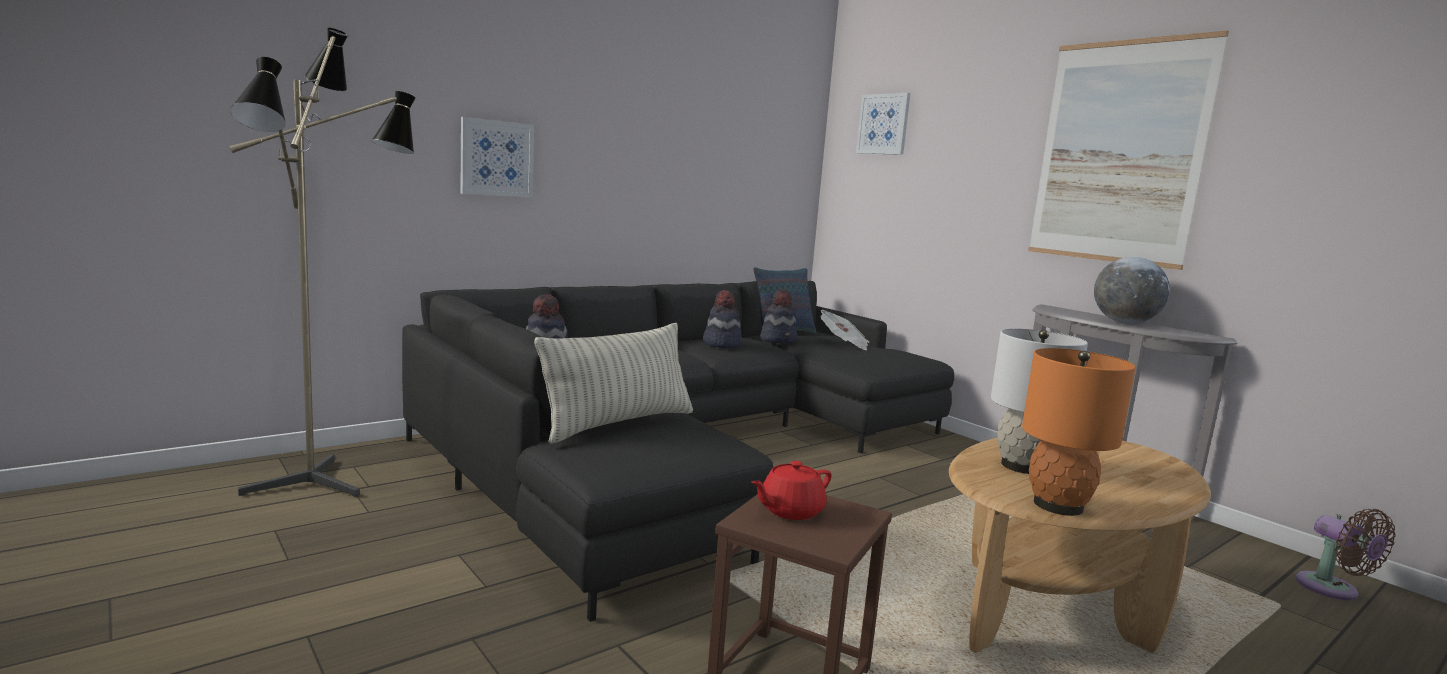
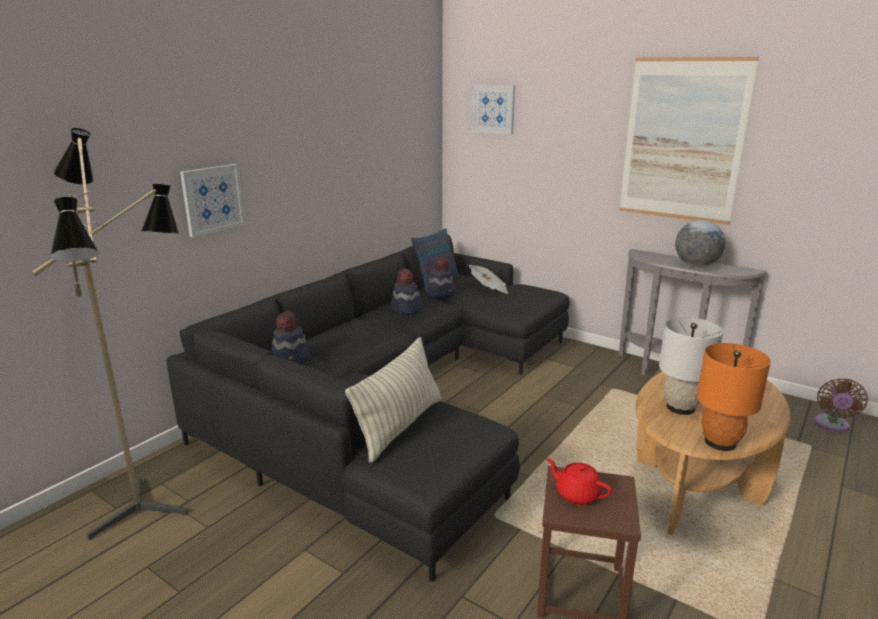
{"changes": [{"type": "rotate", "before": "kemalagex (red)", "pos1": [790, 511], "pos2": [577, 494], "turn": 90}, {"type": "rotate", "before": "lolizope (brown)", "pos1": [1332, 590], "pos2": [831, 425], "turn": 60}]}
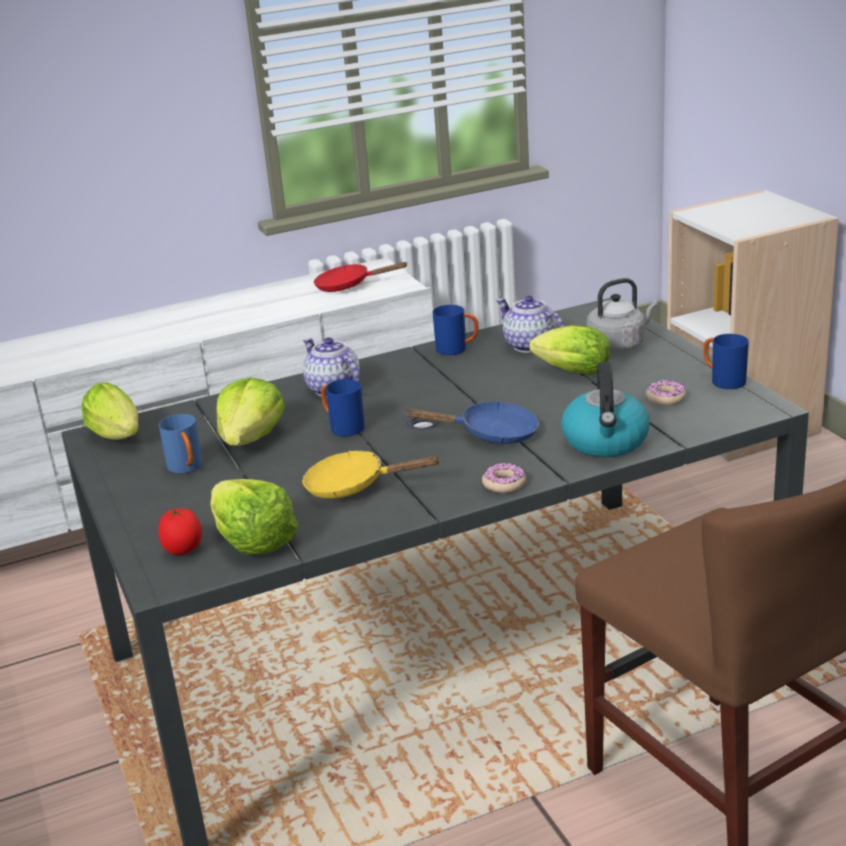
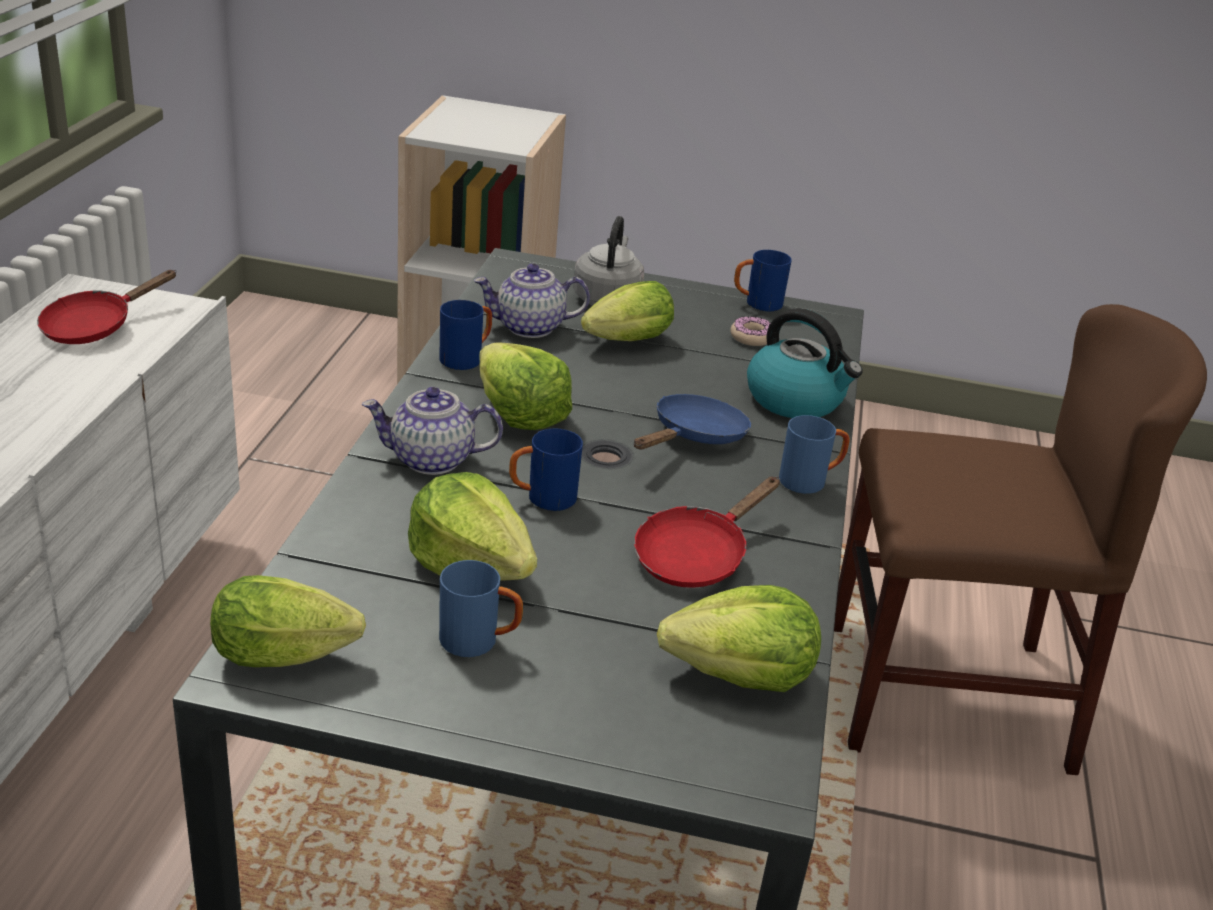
{"changes": [{"type": "recolor", "before": "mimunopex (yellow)", "after": "mimunopex (red)", "pos1": [354, 485], "pos2": [696, 556]}, {"type": "replace", "before": "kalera", "after": "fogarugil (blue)", "pos1": [504, 484], "pos2": [810, 481]}, {"type": "delete", "before": "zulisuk", "pos1": [184, 550]}, {"type": "insert", "after": "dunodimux", "pos2": [519, 414]}]}
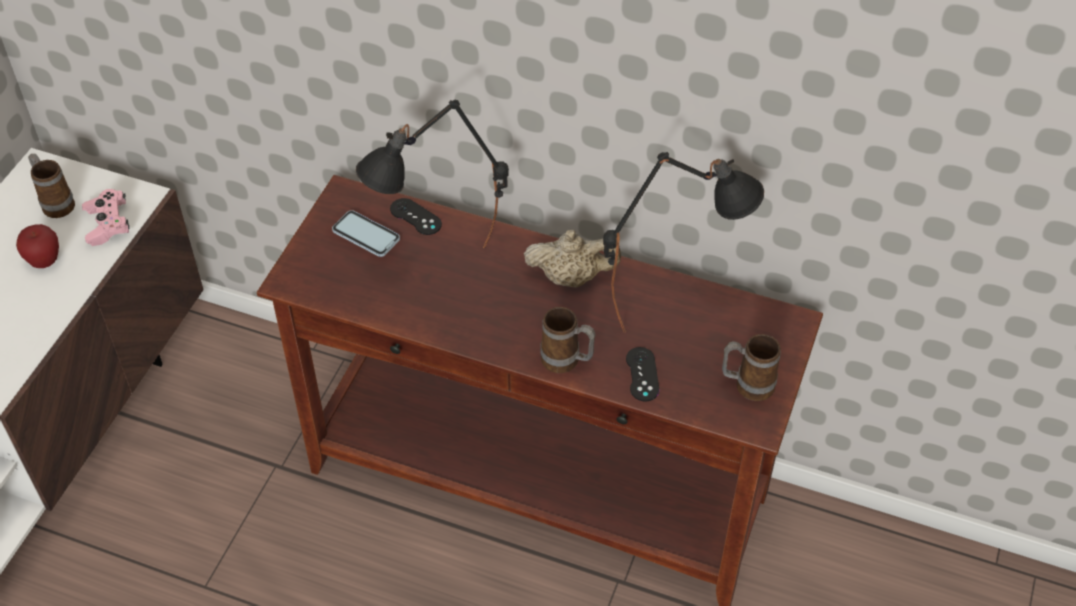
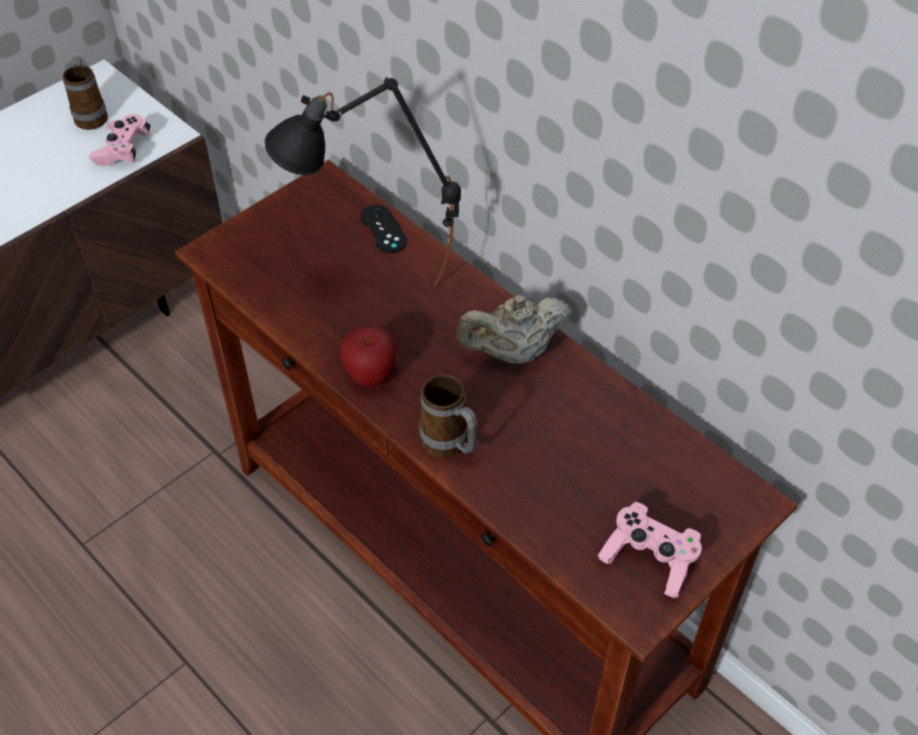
{"changes": [{"type": "delete", "before": "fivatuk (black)", "pos1": [671, 312]}, {"type": "delete", "before": "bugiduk", "pos1": [366, 235]}, {"type": "move", "before": "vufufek", "pos1": [45, 261], "pos2": [371, 376]}, {"type": "rotate", "before": "kemalagex (beige)", "pos1": [571, 277], "pos2": [513, 352], "turn": 135}, {"type": "replace", "before": "fogarugil", "after": "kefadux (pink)", "pos1": [746, 385], "pos2": [650, 558]}, {"type": "delete", "before": "kefadux (black)", "pos1": [642, 374]}]}
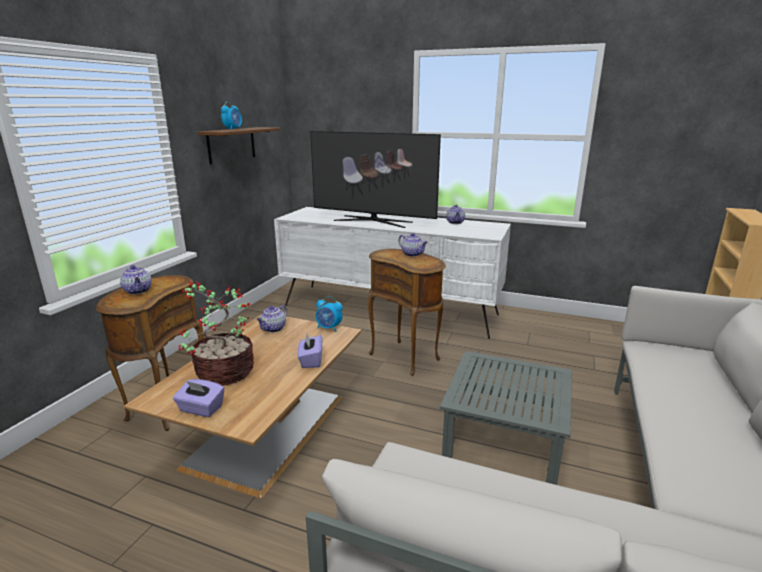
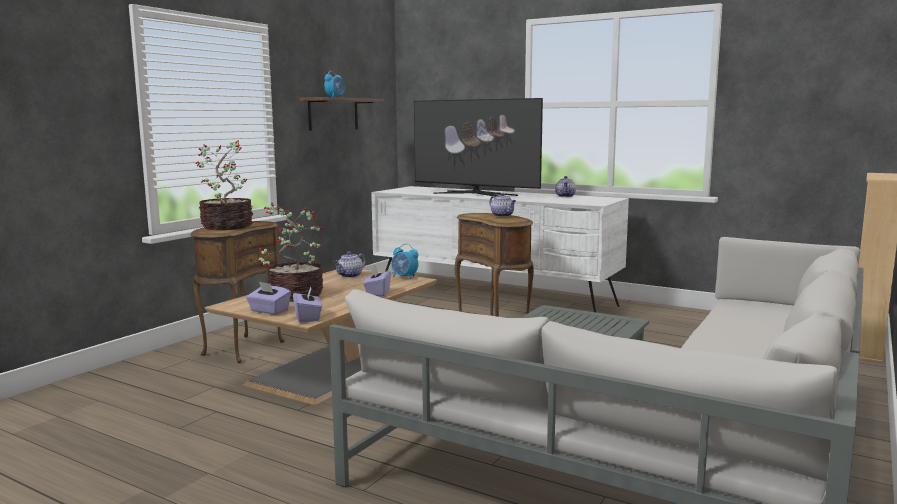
{"changes": [{"type": "replace", "before": "kemalagex", "after": "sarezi", "pos1": [138, 291], "pos2": [228, 226]}, {"type": "insert", "after": "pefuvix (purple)", "pos2": [308, 318]}]}
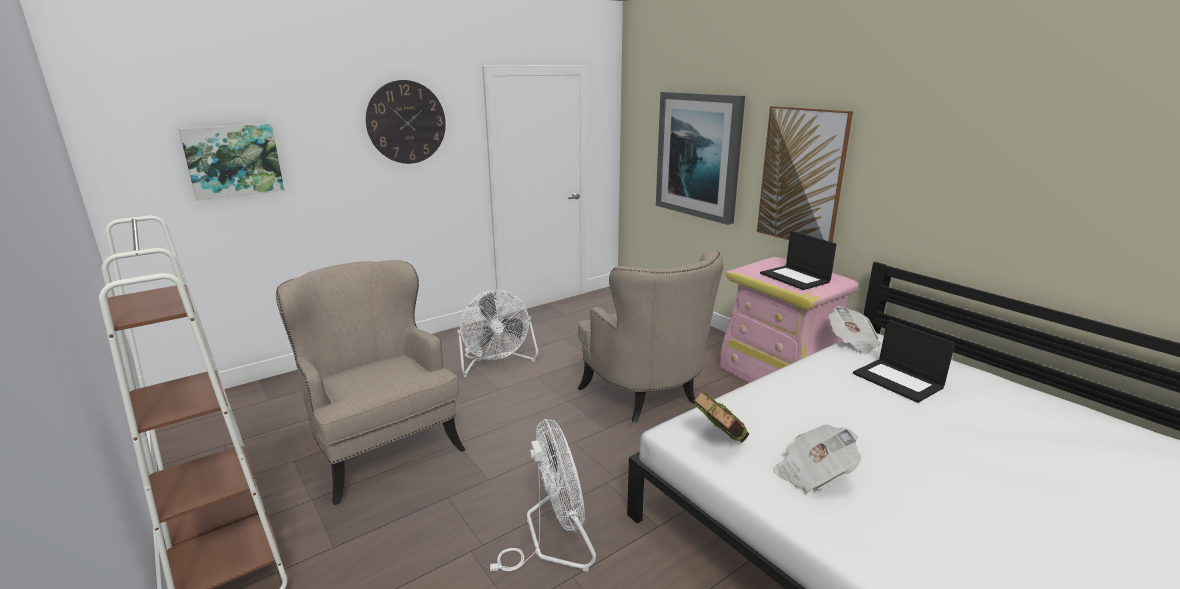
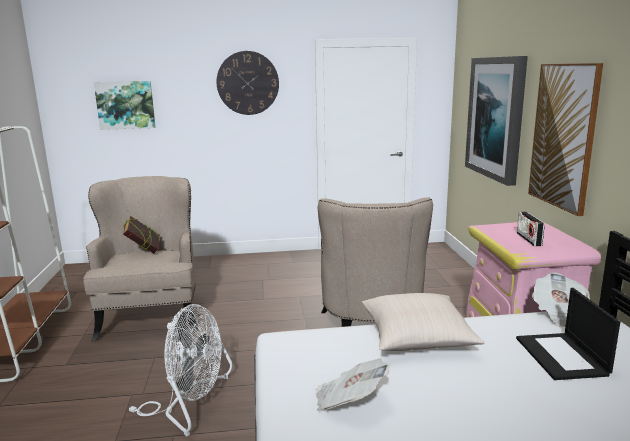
{"changes": [{"type": "replace", "before": "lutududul", "after": "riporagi", "pos1": [795, 278], "pos2": [529, 239]}, {"type": "delete", "before": "lolizope (white)", "pos1": [493, 363]}, {"type": "move", "before": "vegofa", "pos1": [719, 443], "pos2": [144, 251]}, {"type": "insert", "after": "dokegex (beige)", "pos2": [417, 337]}]}
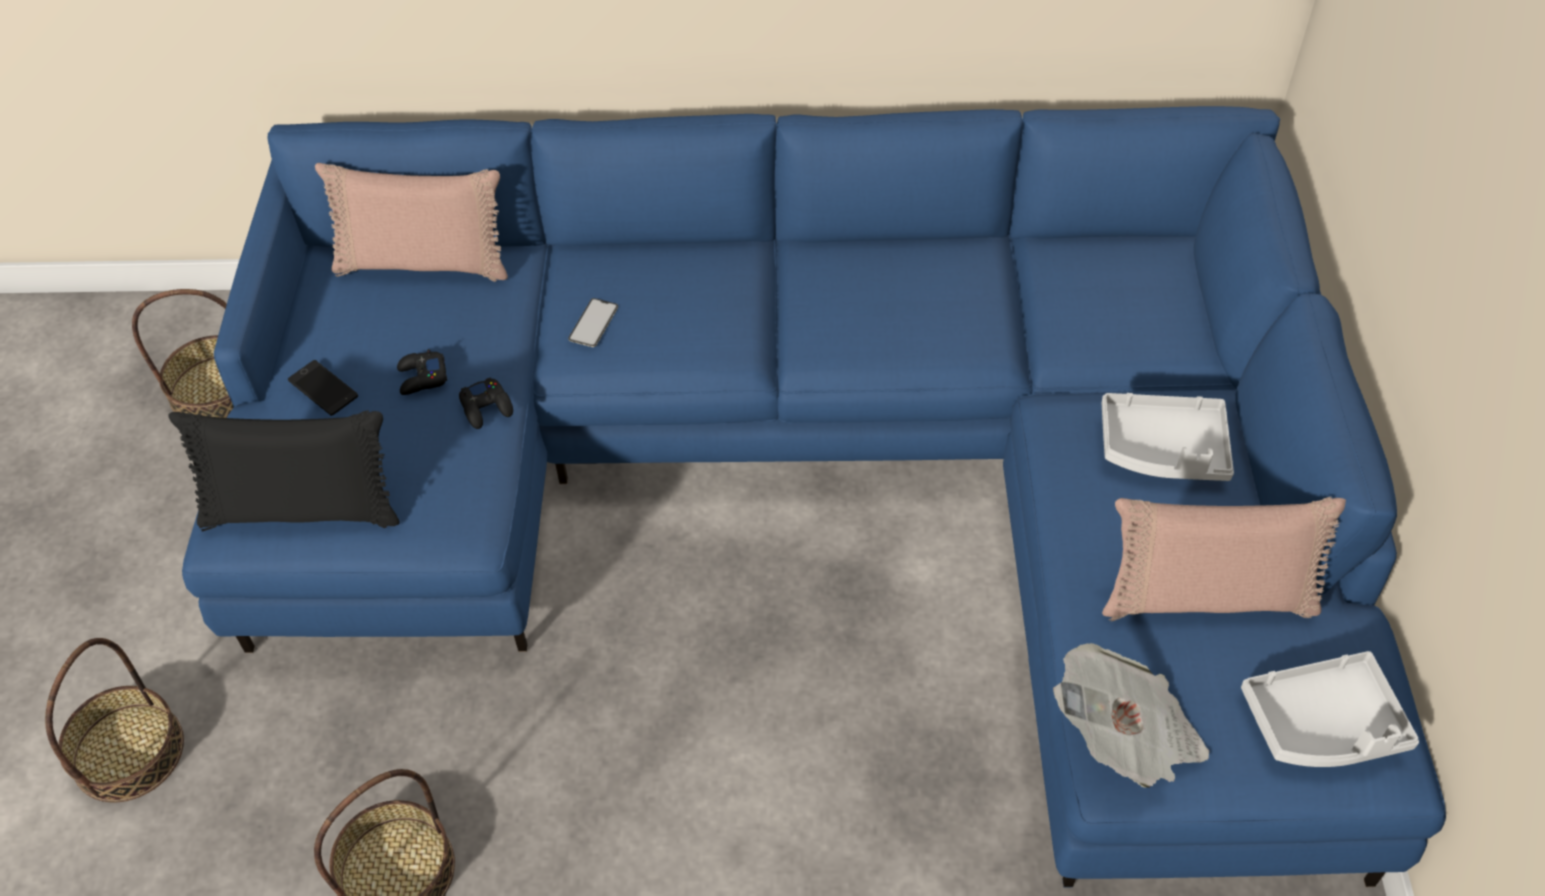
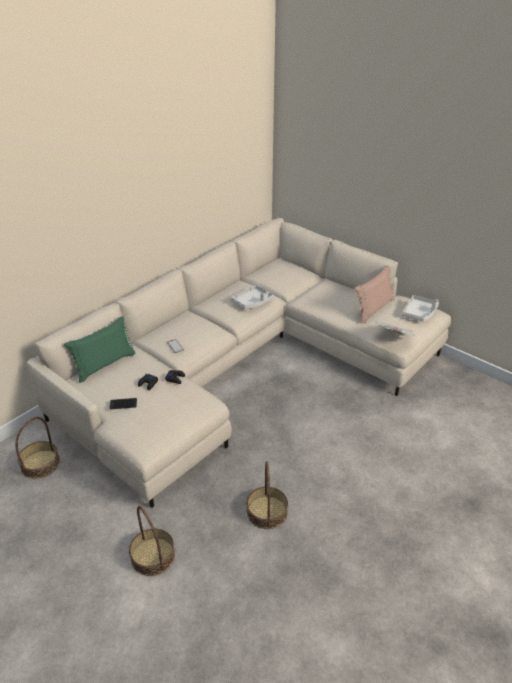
{"changes": [{"type": "recolor", "before": "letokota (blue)", "after": "letokota (beige)", "pos1": [827, 479], "pos2": [245, 365]}, {"type": "recolor", "before": "dokegex (beige)", "after": "dokegex (green)", "pos1": [424, 263], "pos2": [104, 365]}, {"type": "move", "before": "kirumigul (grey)", "pos1": [1163, 449], "pos2": [252, 302]}, {"type": "delete", "before": "dokegex (black)", "pos1": [303, 509]}]}
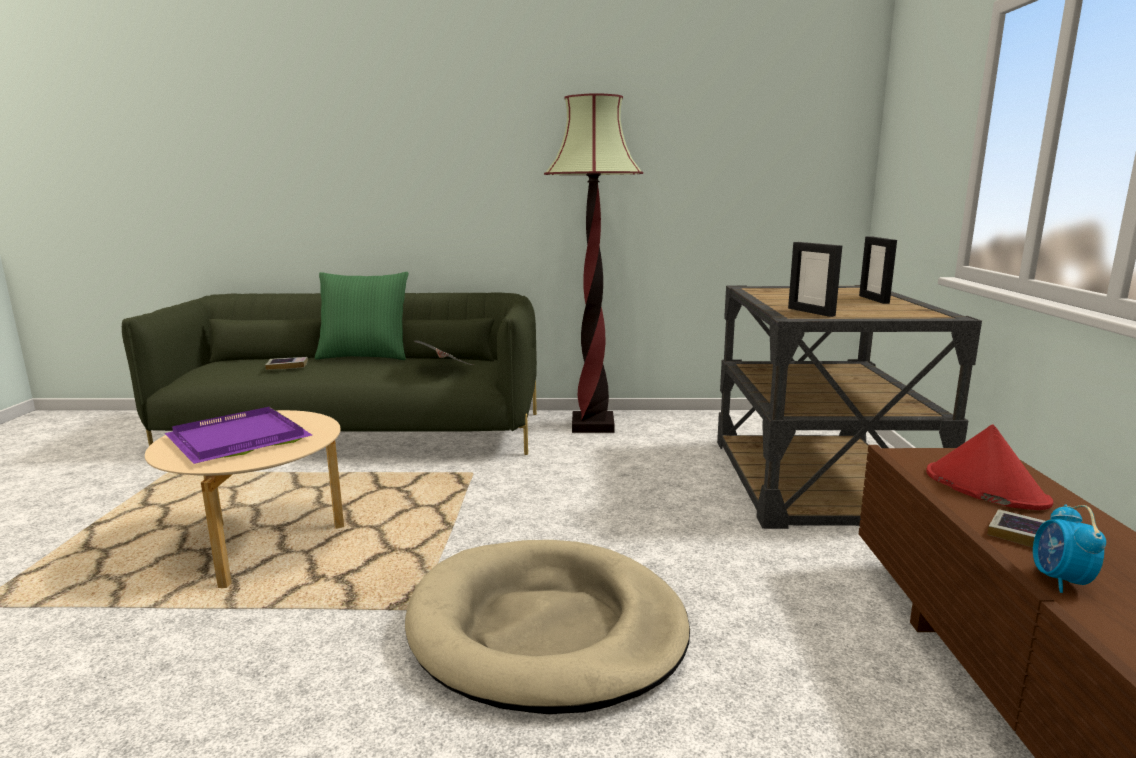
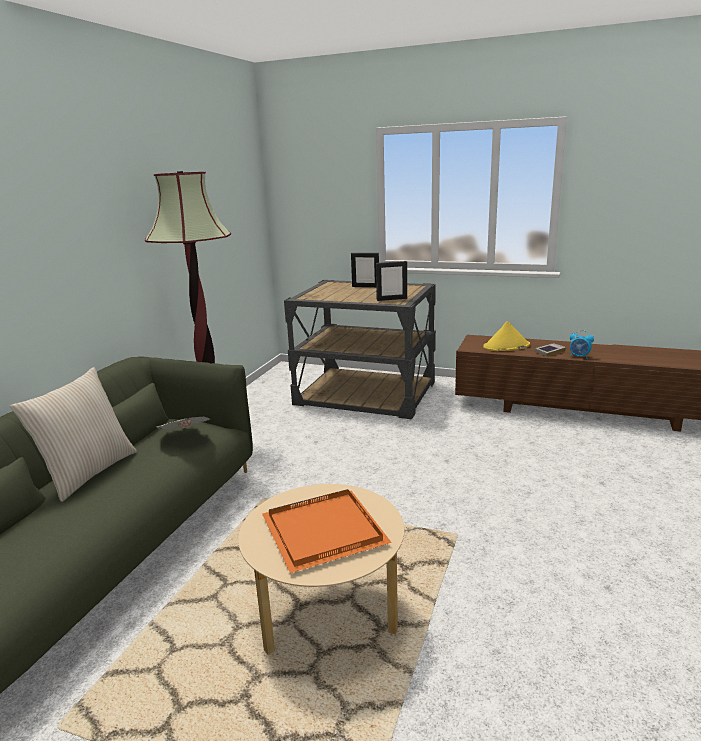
{"changes": [{"type": "recolor", "before": "dokegex (green)", "after": "dokegex (beige)", "pos1": [365, 356], "pos2": [88, 472]}, {"type": "delete", "before": "vegofa", "pos1": [287, 366]}, {"type": "recolor", "before": "kirumigul (purple)", "after": "kirumigul (orange)", "pos1": [236, 439], "pos2": [322, 533]}, {"type": "recolor", "before": "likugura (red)", "after": "likugura (yellow)", "pos1": [984, 487], "pos2": [506, 346]}, {"type": "delete", "before": "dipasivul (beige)", "pos1": [546, 630]}]}
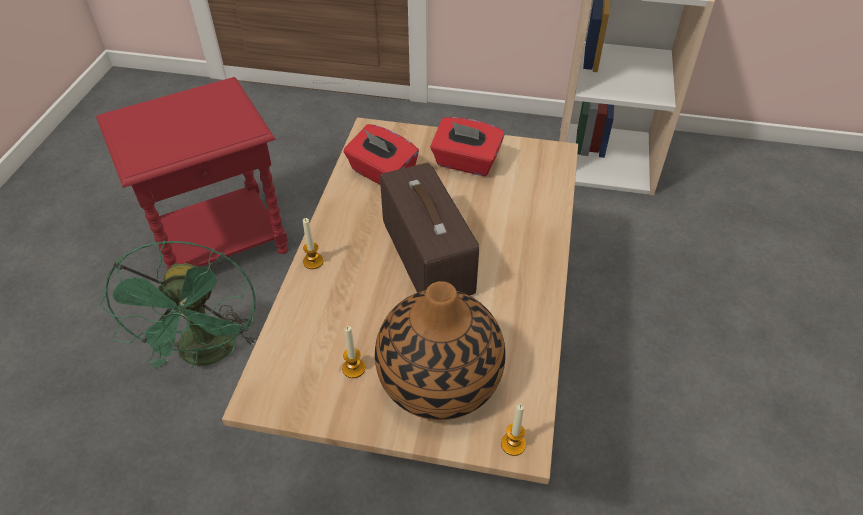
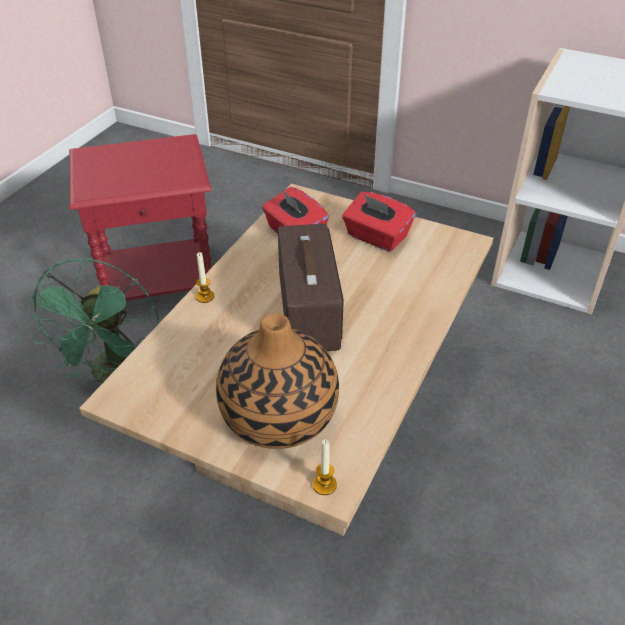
{"changes": [{"type": "delete", "before": "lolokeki", "pos1": [353, 368]}]}
